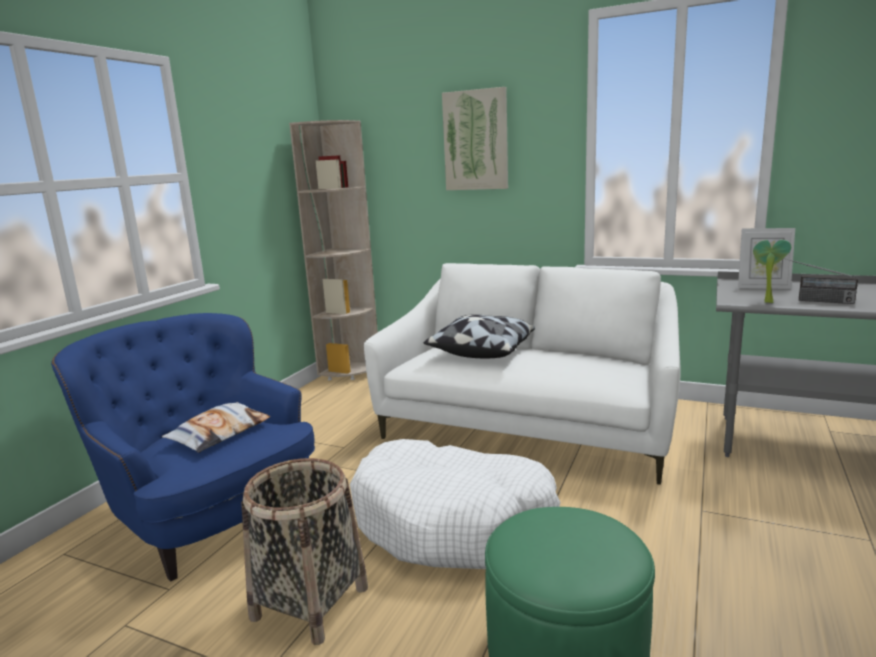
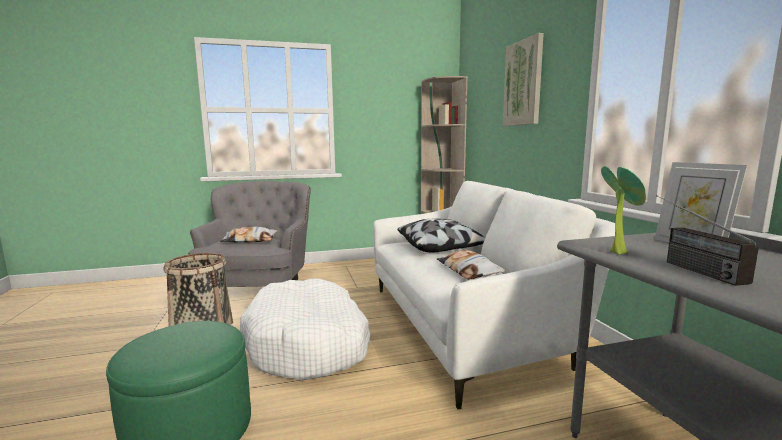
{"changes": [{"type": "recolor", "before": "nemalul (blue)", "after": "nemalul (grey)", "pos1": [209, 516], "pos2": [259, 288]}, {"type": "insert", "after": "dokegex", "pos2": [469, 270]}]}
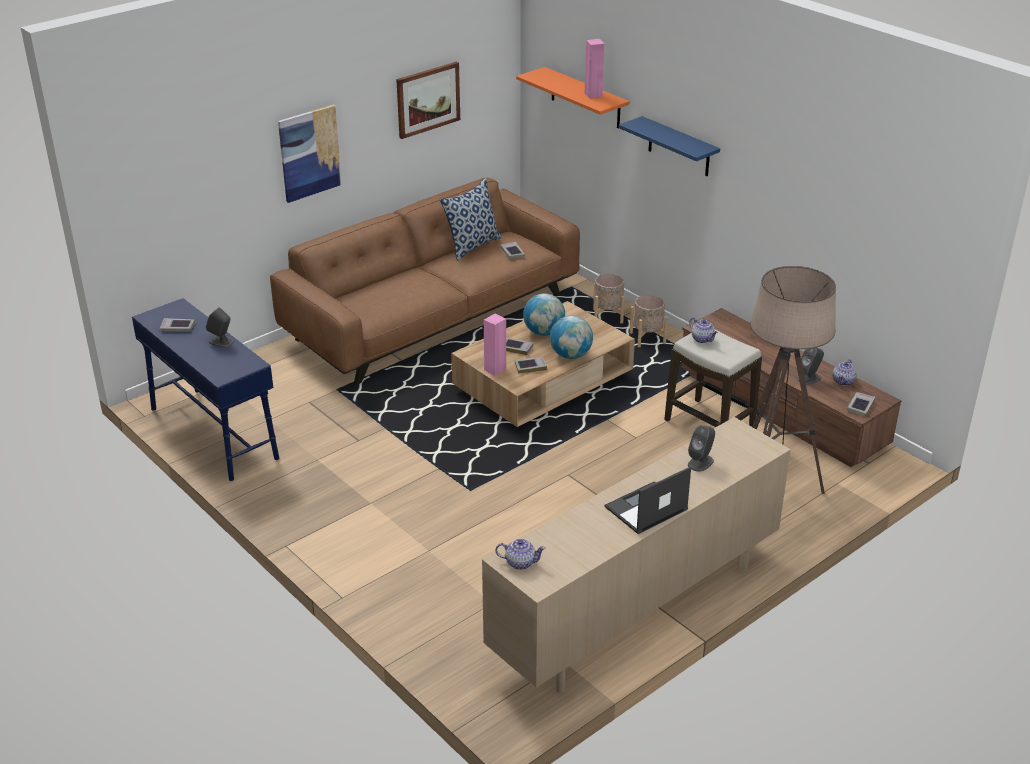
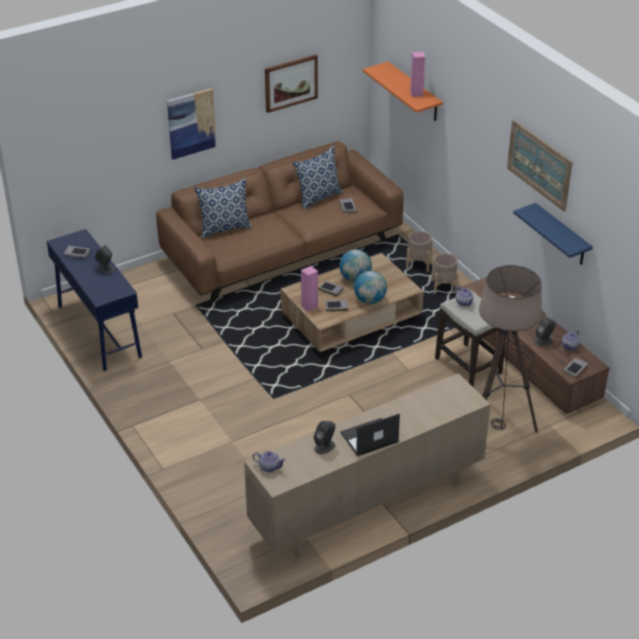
{"changes": [{"type": "move", "before": "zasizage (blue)", "pos1": [679, 147], "pos2": [562, 235]}, {"type": "move", "before": "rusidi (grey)", "pos1": [700, 462], "pos2": [325, 446]}, {"type": "insert", "after": "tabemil", "pos2": [539, 164]}, {"type": "insert", "after": "dokegex", "pos2": [225, 228]}]}
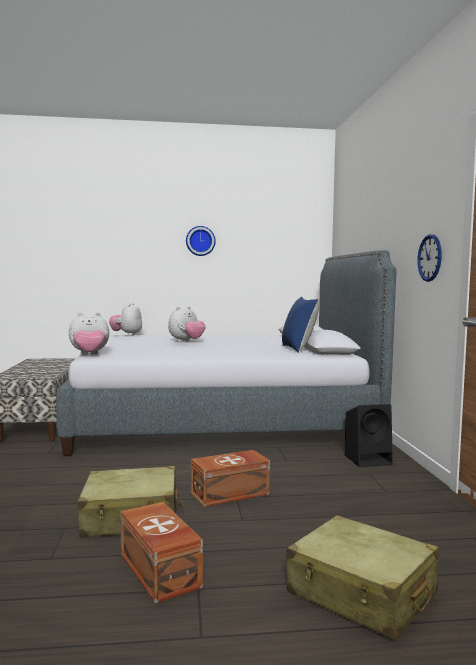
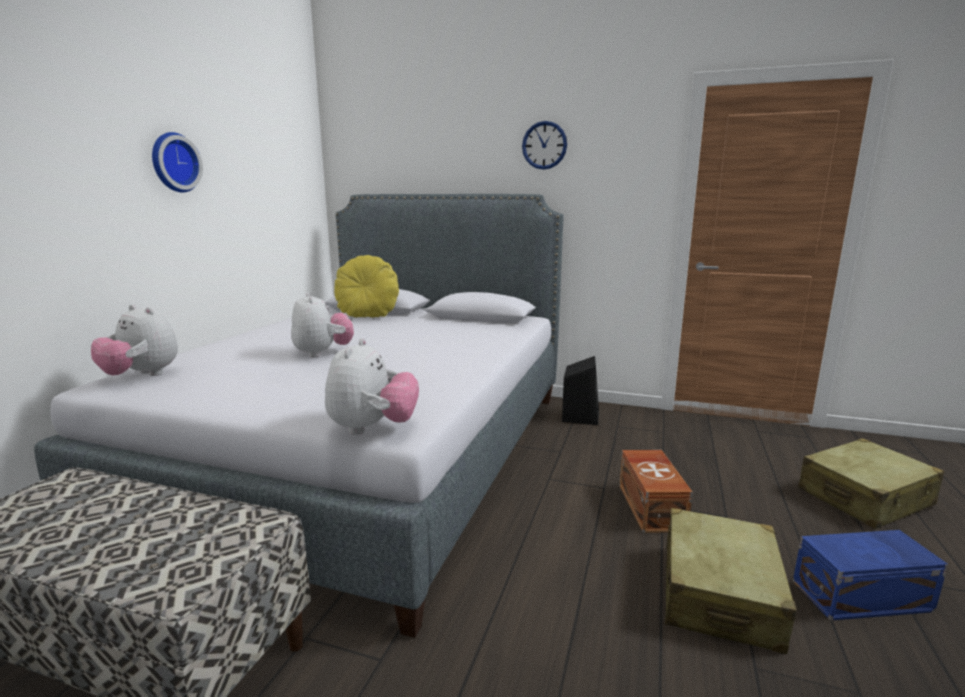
{"changes": [{"type": "move", "before": "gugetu", "pos1": [430, 258], "pos2": [544, 145]}, {"type": "delete", "before": "dokegex (blue)", "pos1": [299, 348]}, {"type": "recolor", "before": "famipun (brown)", "after": "famipun (blue)", "pos1": [158, 571], "pos2": [864, 597]}, {"type": "insert", "after": "dokegex (yellow)", "pos2": [368, 316]}]}
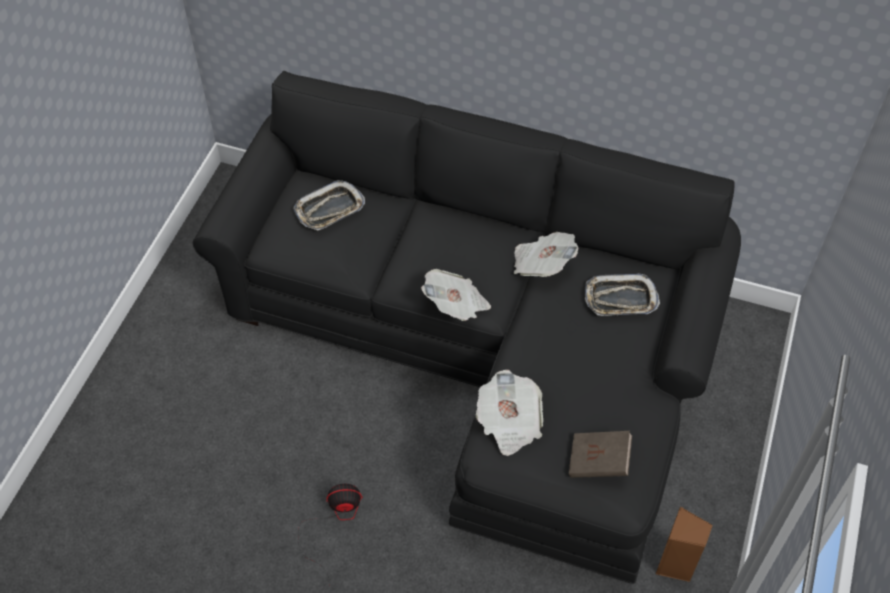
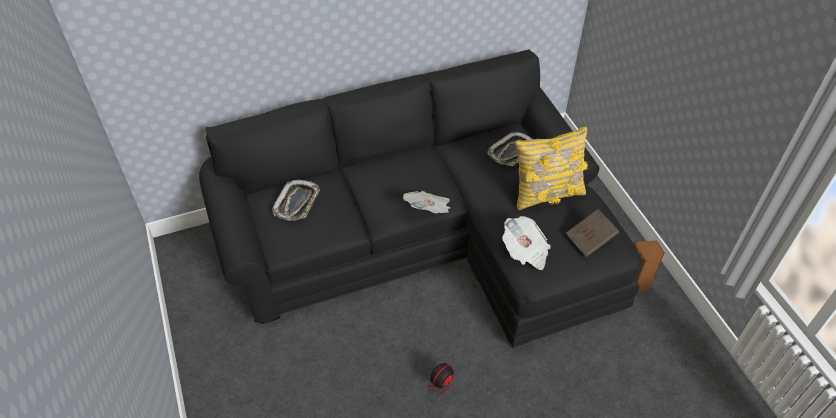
{"changes": [{"type": "delete", "before": "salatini", "pos1": [542, 264]}, {"type": "insert", "after": "dokegex (yellow)", "pos2": [547, 195]}]}
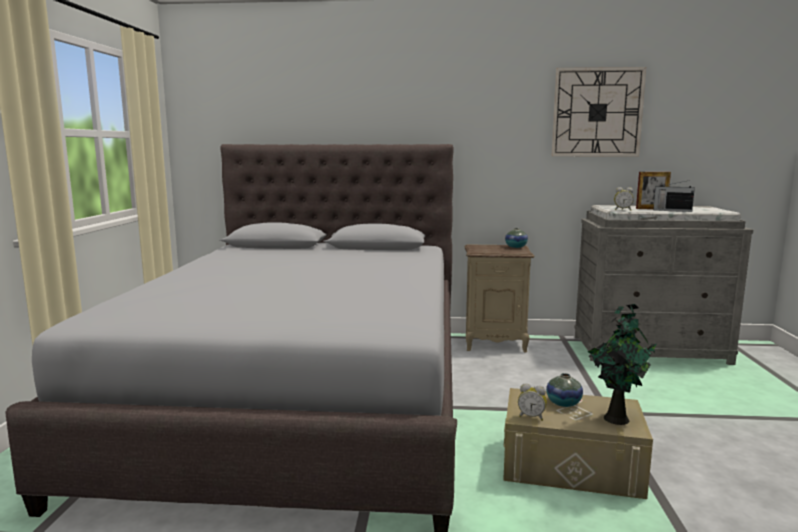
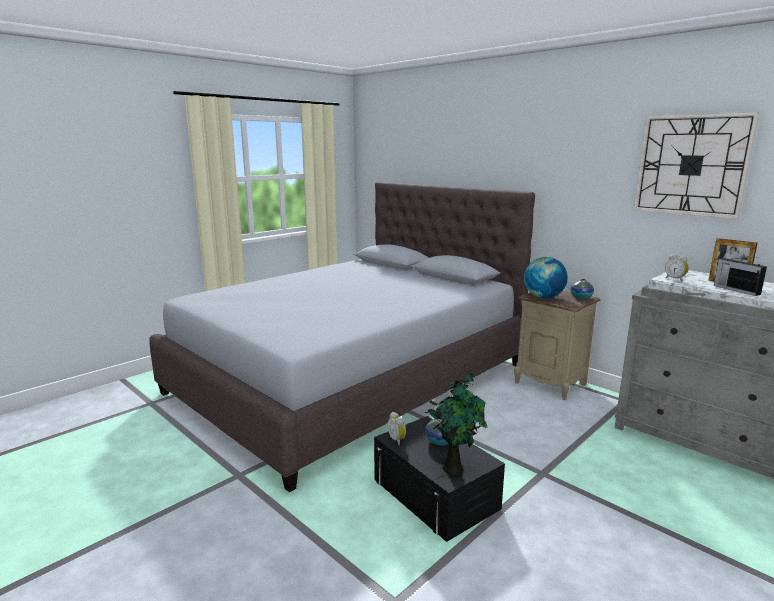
{"changes": [{"type": "recolor", "before": "famipun (beige)", "after": "famipun (black)", "pos1": [571, 466], "pos2": [435, 494]}, {"type": "insert", "after": "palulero", "pos2": [543, 297]}]}
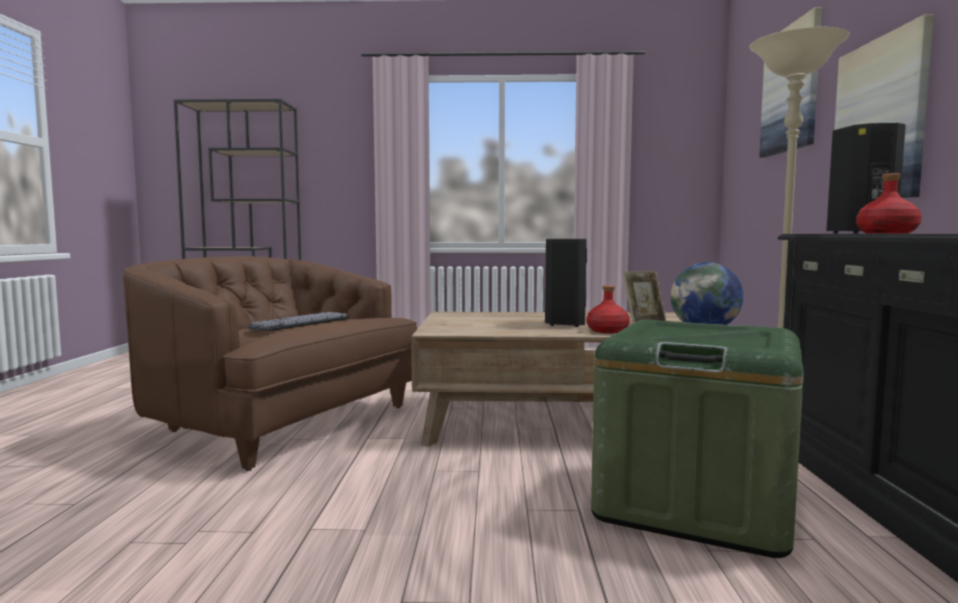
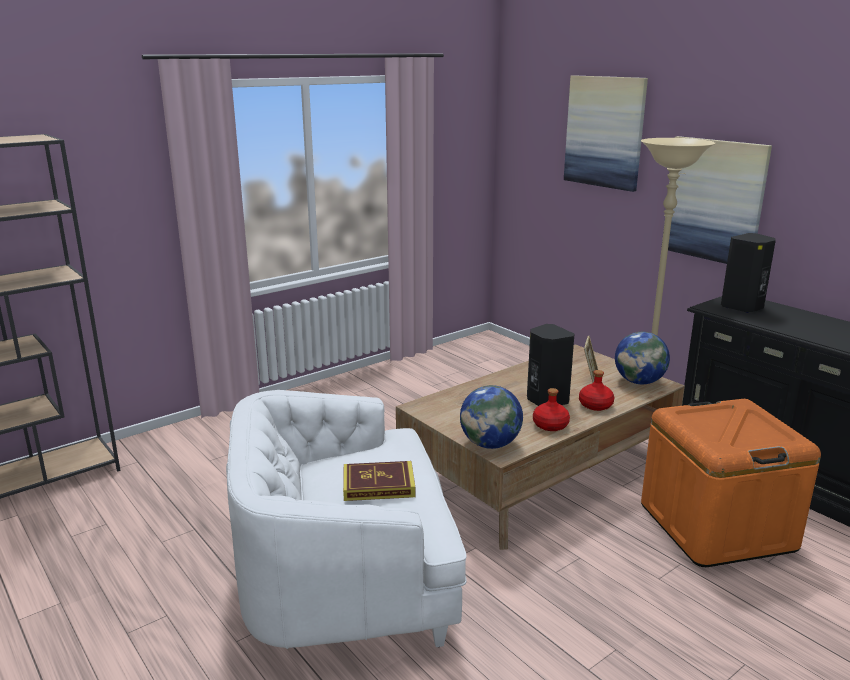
{"changes": [{"type": "move", "before": "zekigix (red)", "pos1": [887, 233], "pos2": [550, 425]}, {"type": "recolor", "before": "nemalul (brown)", "after": "nemalul (white)", "pos1": [282, 423], "pos2": [346, 578]}, {"type": "replace", "before": "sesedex", "after": "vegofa", "pos1": [297, 322], "pos2": [378, 485]}, {"type": "recolor", "before": "famipun (green)", "after": "famipun (orange)", "pos1": [695, 503], "pos2": [716, 526]}, {"type": "insert", "after": "palulero", "pos2": [490, 444]}]}
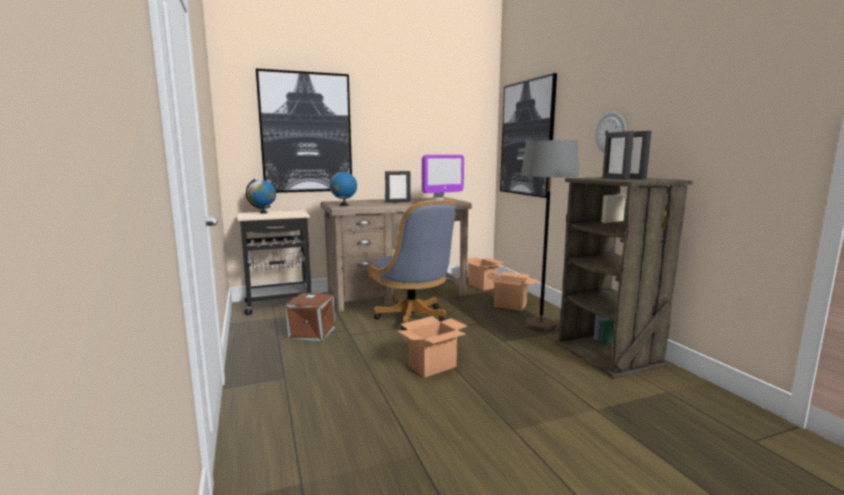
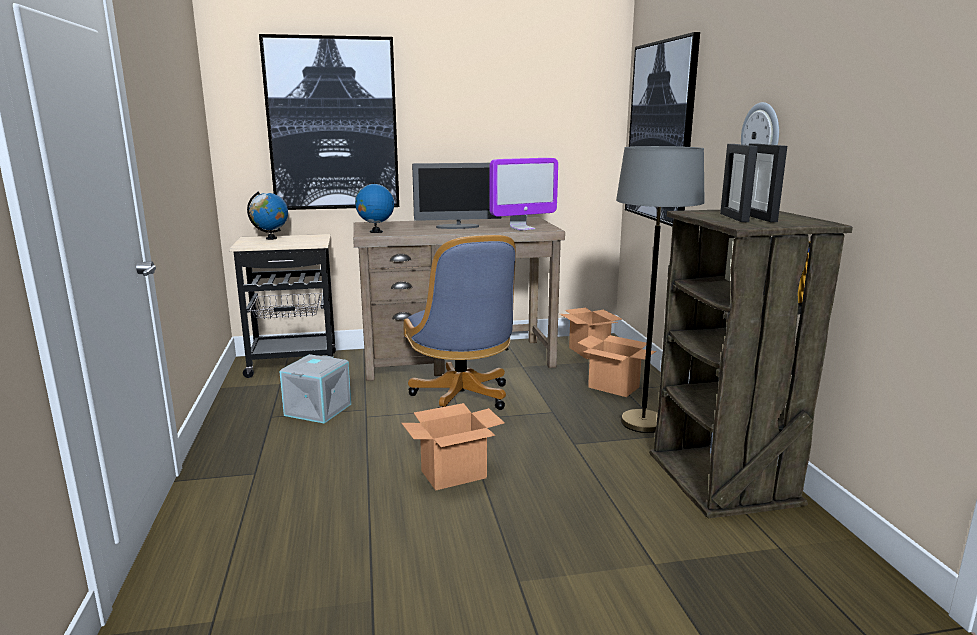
{"changes": [{"type": "replace", "before": "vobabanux", "after": "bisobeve", "pos1": [397, 202], "pos2": [458, 227]}, {"type": "recolor", "before": "famipun (brown)", "after": "famipun (grey)", "pos1": [312, 333], "pos2": [318, 410]}]}
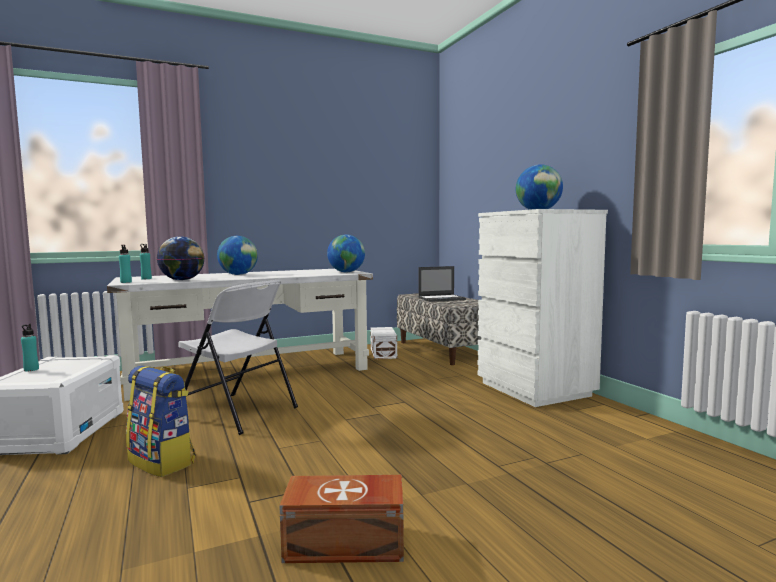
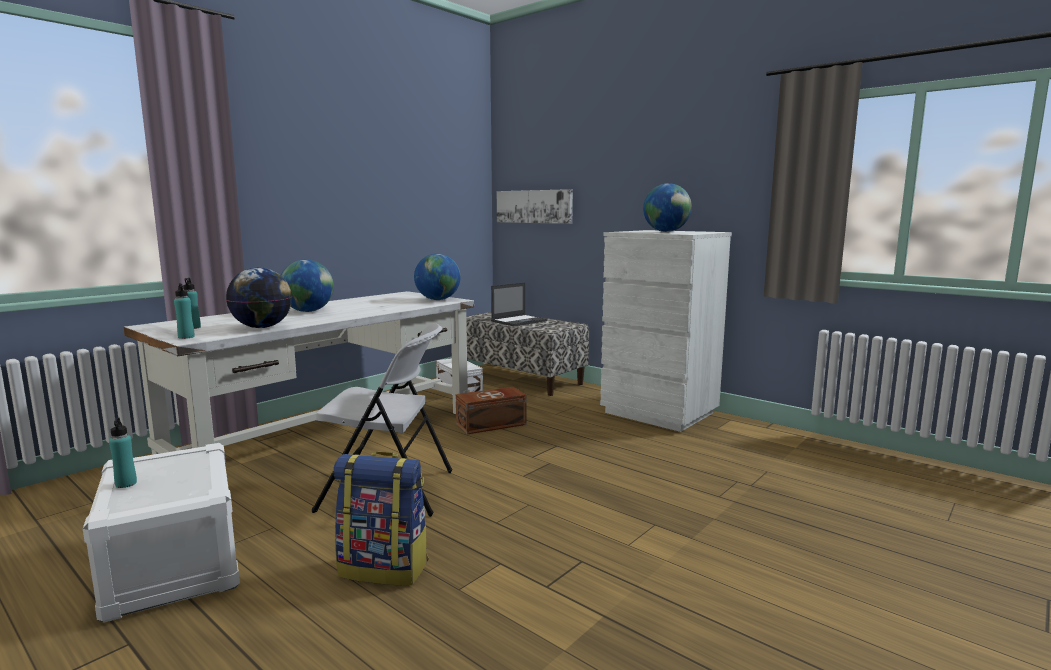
{"changes": [{"type": "move", "before": "famipun (brown)", "pos1": [346, 544], "pos2": [492, 424]}, {"type": "insert", "after": "tabemil", "pos2": [534, 206]}]}
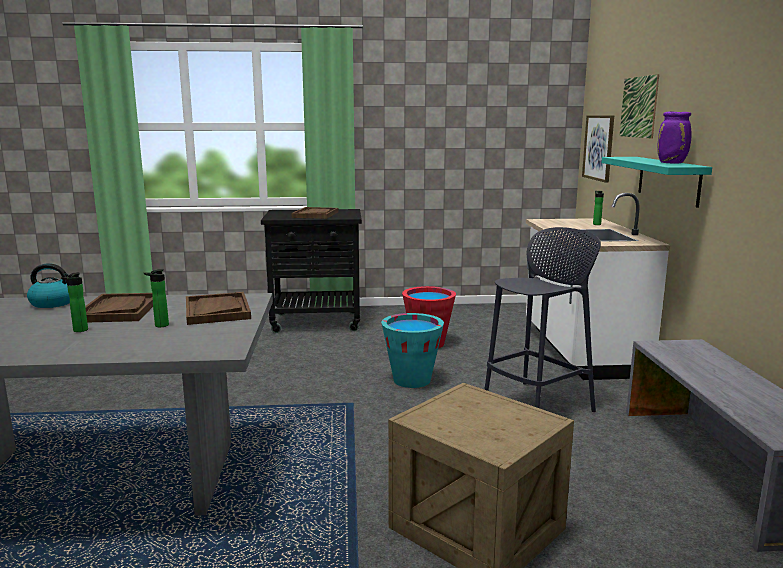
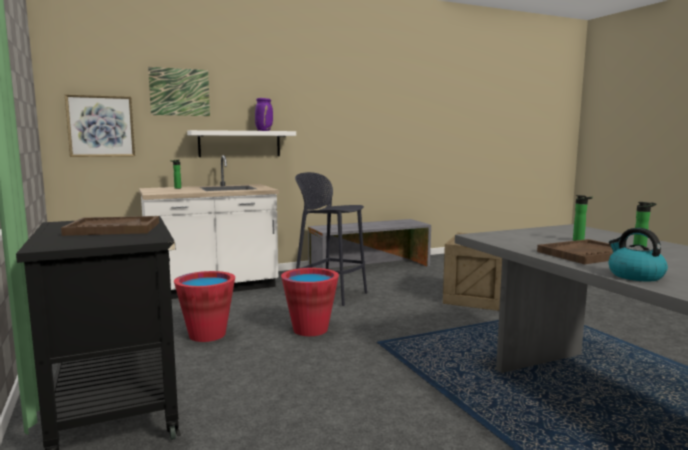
{"changes": [{"type": "recolor", "before": "zasizage (turquoise)", "after": "zasizage (white)", "pos1": [668, 180], "pos2": [239, 143]}, {"type": "delete", "before": "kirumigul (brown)", "pos1": [217, 310]}, {"type": "recolor", "before": "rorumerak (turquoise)", "after": "rorumerak (red)", "pos1": [412, 380], "pos2": [310, 329]}]}
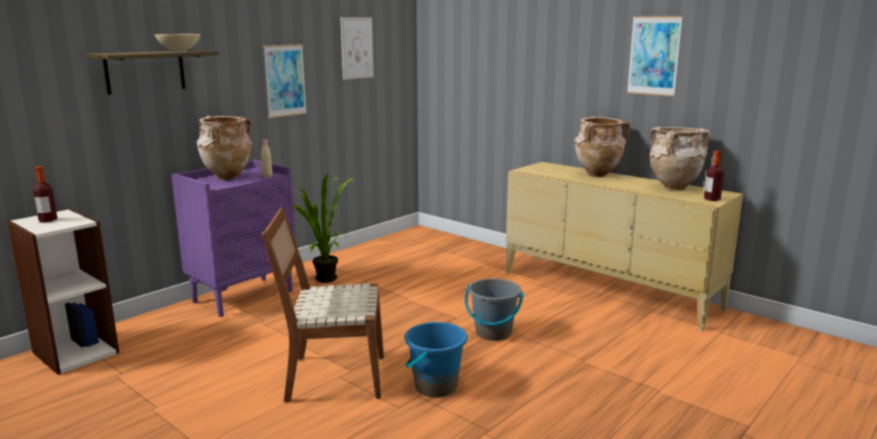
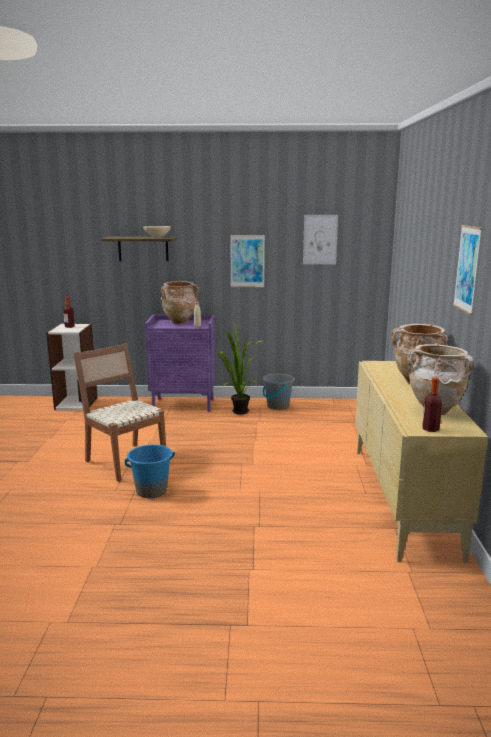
{"changes": [{"type": "move", "before": "rorumerak (grey)", "pos1": [493, 333], "pos2": [277, 406]}]}
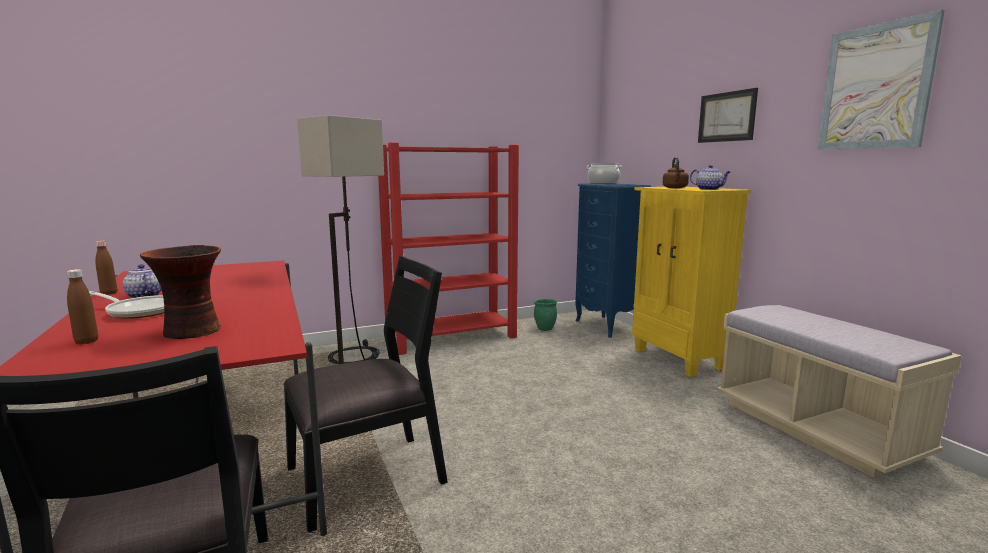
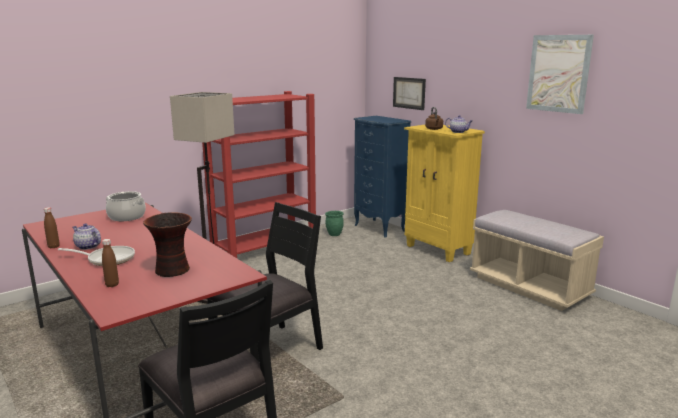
{"changes": [{"type": "move", "before": "tabemil", "pos1": [726, 117], "pos2": [409, 93]}, {"type": "move", "before": "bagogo", "pos1": [603, 183], "pos2": [126, 217]}]}
